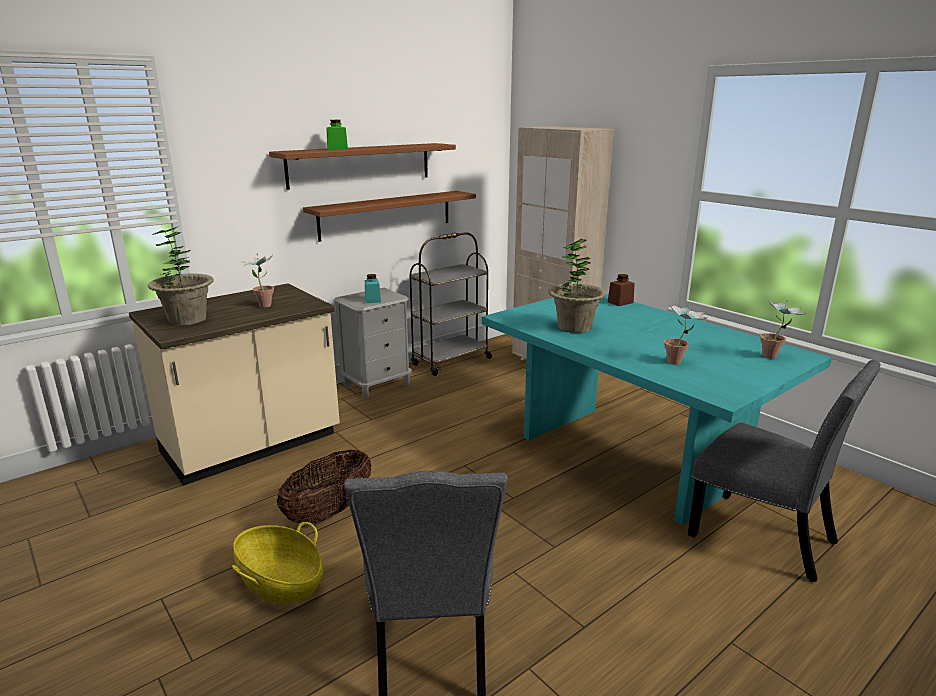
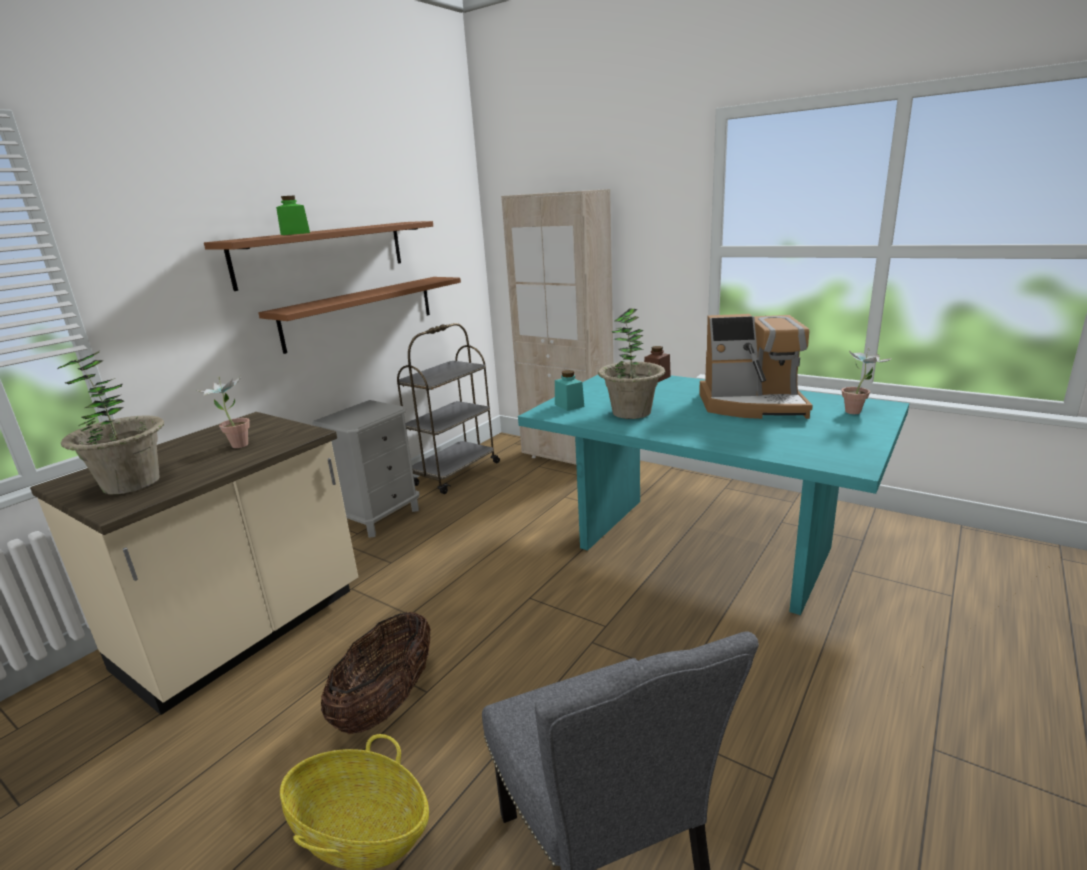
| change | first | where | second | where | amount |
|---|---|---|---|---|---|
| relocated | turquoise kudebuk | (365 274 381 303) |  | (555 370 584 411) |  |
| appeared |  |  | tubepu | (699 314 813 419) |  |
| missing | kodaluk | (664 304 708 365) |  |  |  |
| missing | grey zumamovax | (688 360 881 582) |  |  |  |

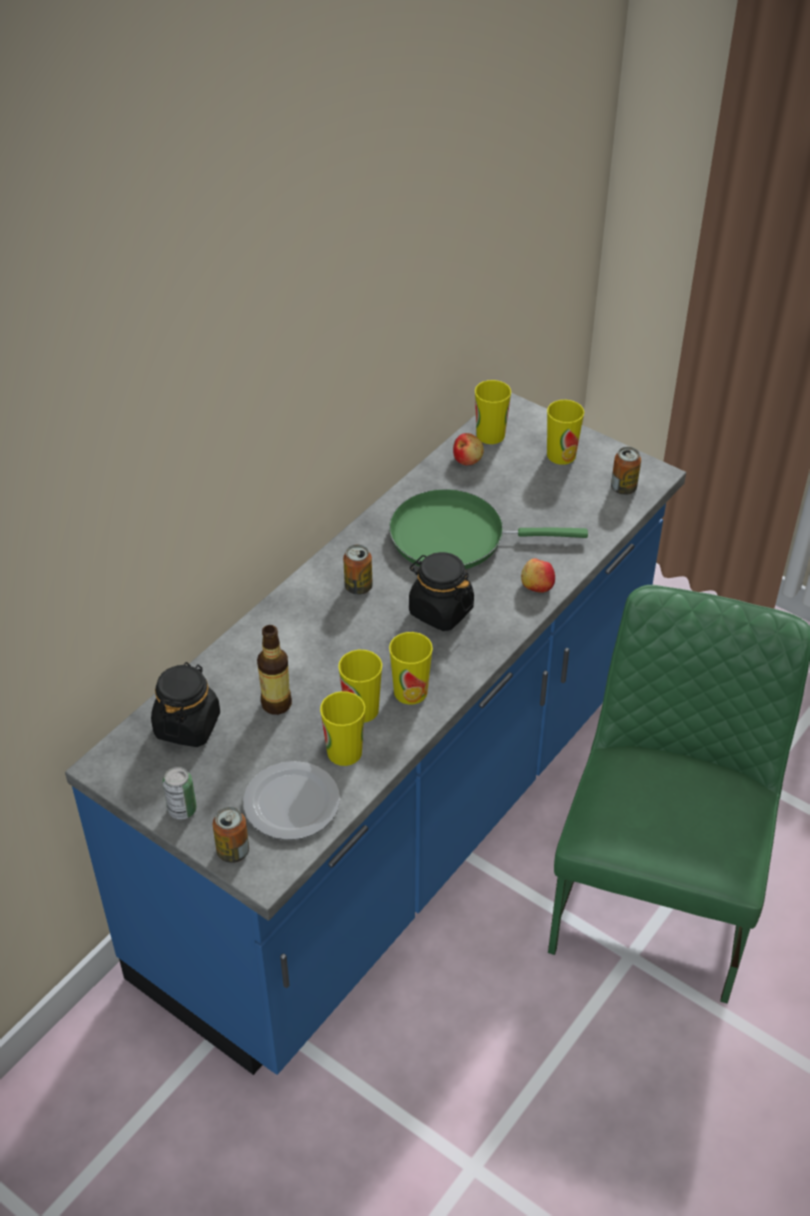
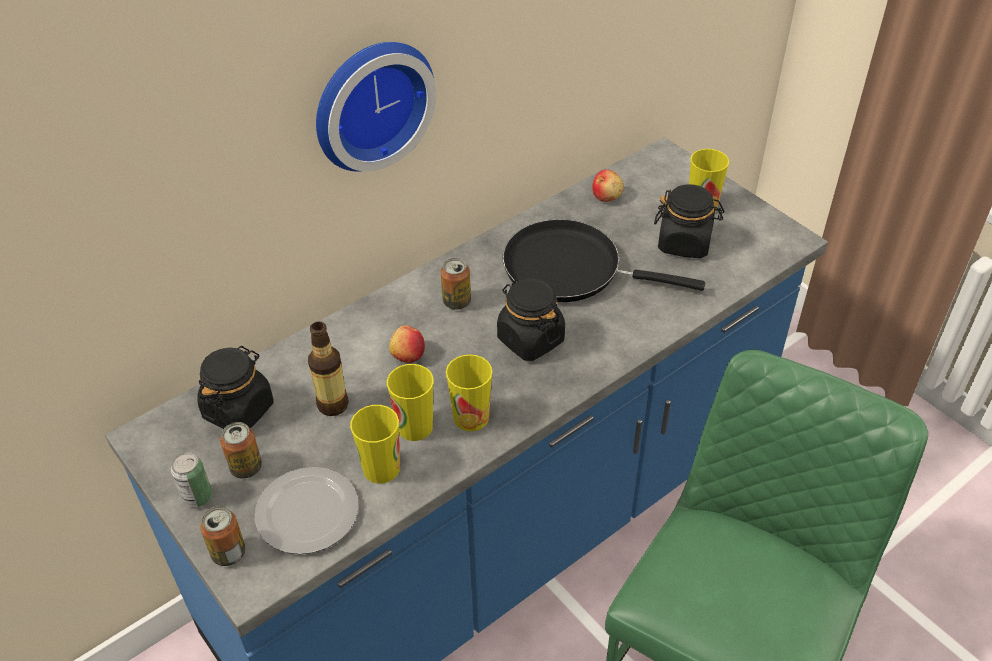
| change | first | where | second | where | amount |
|---|---|---|---|---|---|
| relocated | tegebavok | (611 447 641 495) |  | (220 422 262 479) |  |
| appeared |  |  | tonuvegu | (316 42 436 172) |  |
| relocated | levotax | (521 558 555 593) |  | (389 325 425 363) |  |
| colour | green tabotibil | (389 489 588 569) | black tabotibil | (503 219 705 302) |  |
| appeared |  |  | black kudebuk | (654 184 724 258) |  |
| missing | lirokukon | (475 380 511 444) |  |  |  |

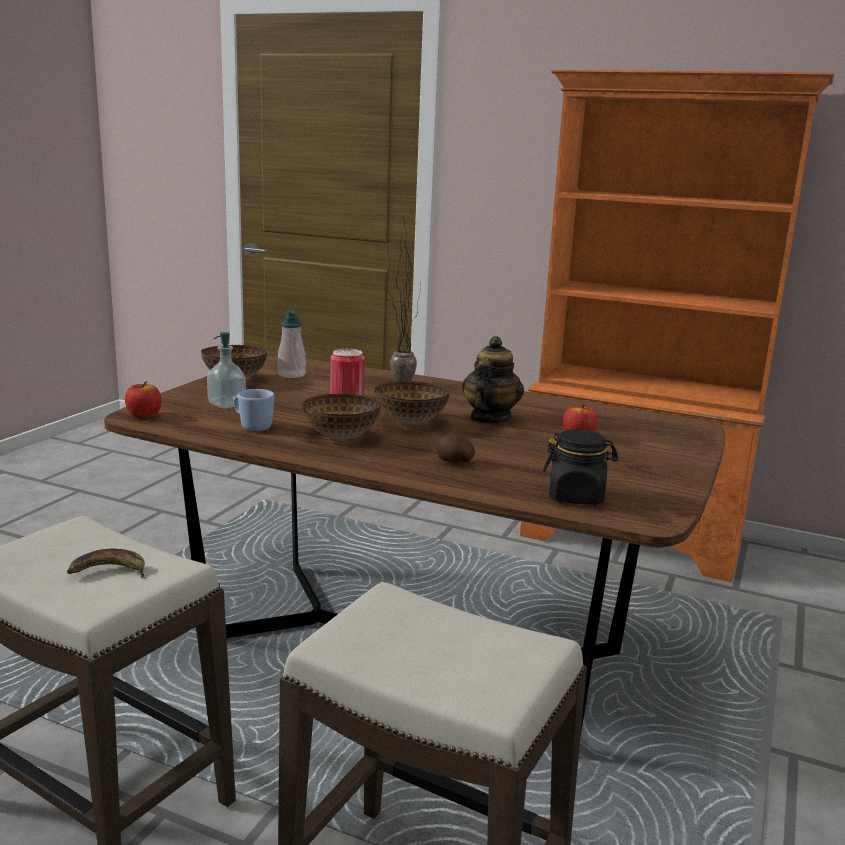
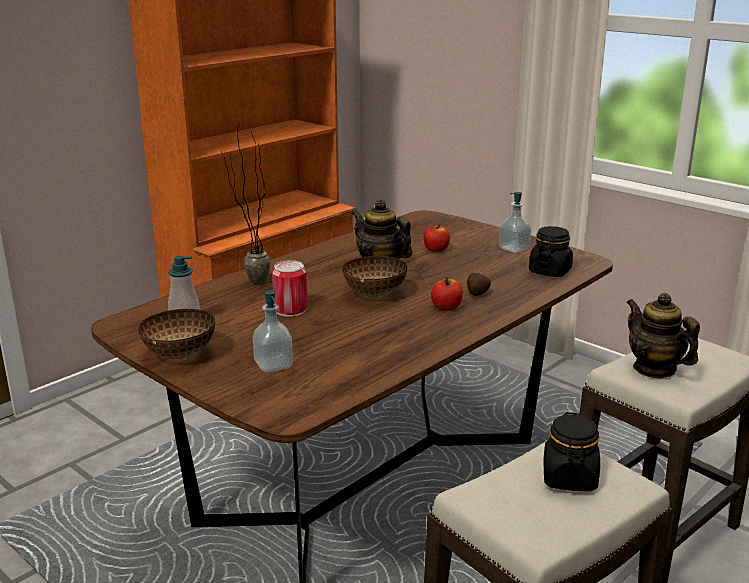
| change | first | where | second | where | amount |
|---|---|---|---|---|---|
| relocated | levotax | (125 381 161 418) |  | (431 277 463 311) |  |
| appeared |  |  | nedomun | (499 192 531 253) |  |
| exchanged | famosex | (67 549 145 579) | black kudebuk | (543 412 600 491) |  |
| appeared |  |  | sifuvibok | (626 293 700 378) |  |
| missing | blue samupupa | (234 389 274 431) |  |  |  |
| missing | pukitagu | (302 393 381 440) |  |  |  |

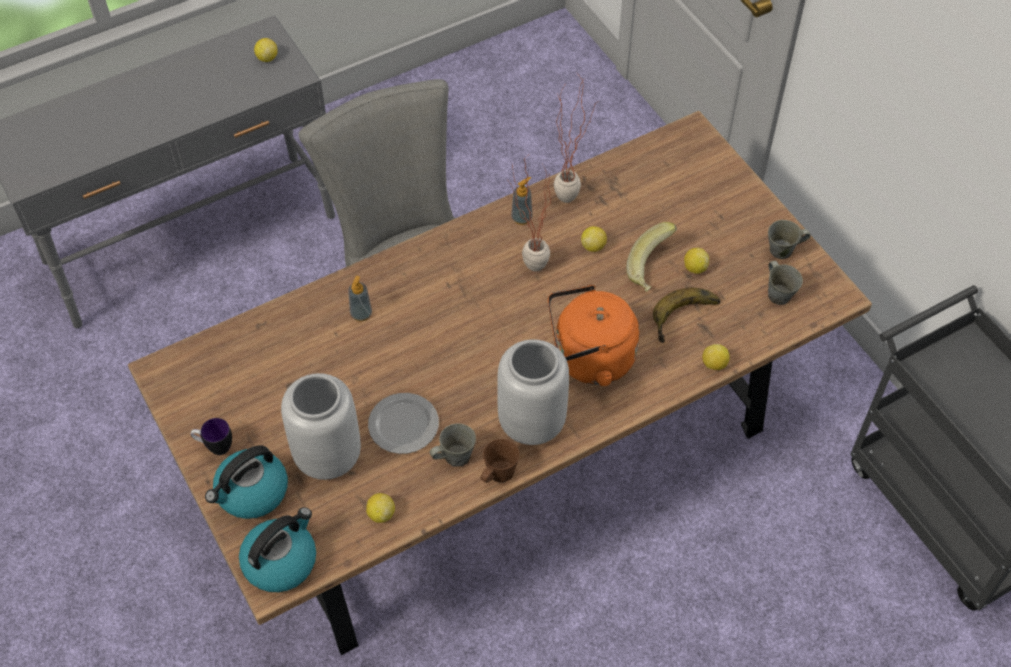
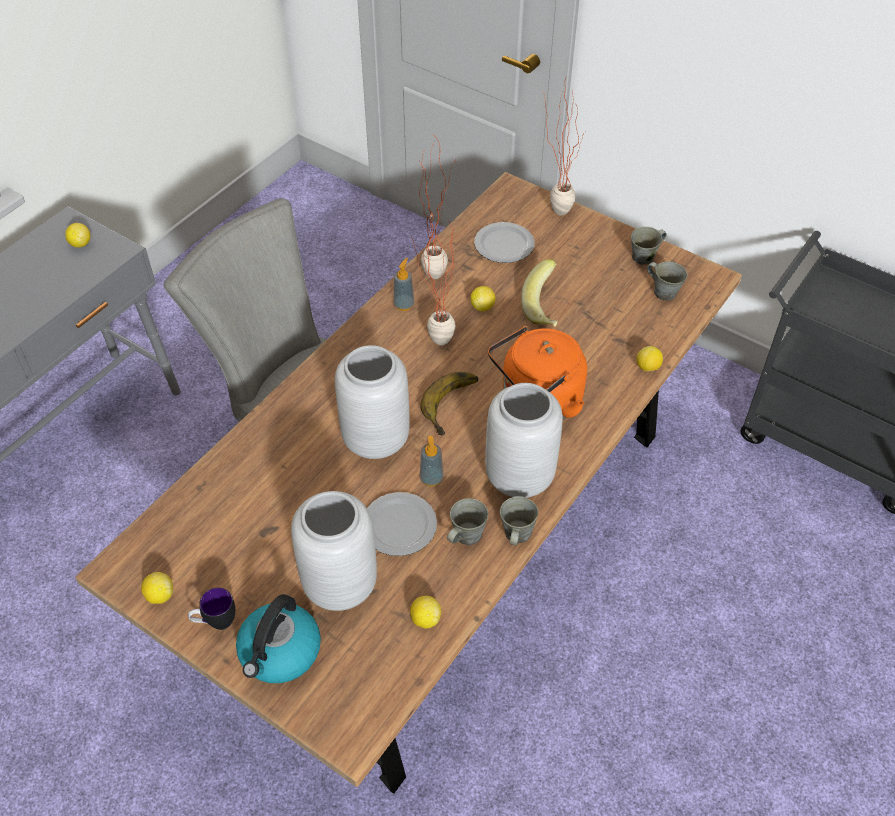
| change | first | where | second | where | amount |
|---|---|---|---|---|---|
| relocated | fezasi | (684 248 709 274) |  | (141 572 173 604) |  |
| appeared |  |  | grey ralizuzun | (335 345 410 459) |  |
| relocated | nedomun | (348 276 372 322) |  | (420 436 444 487) |  |
| relocated | famosex | (653 288 720 343) |  | (421 372 478 436) |  |
| appeared |  |  | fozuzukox | (474 222 535 263) |  |
| colour | brown samupupa | (480 439 520 483) | grey samupupa | (500 496 538 545) |  |
| appeared |  |  | kodaluk | (544 78 585 216) |  |
| missing | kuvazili | (239 507 316 592) |  |  |  |

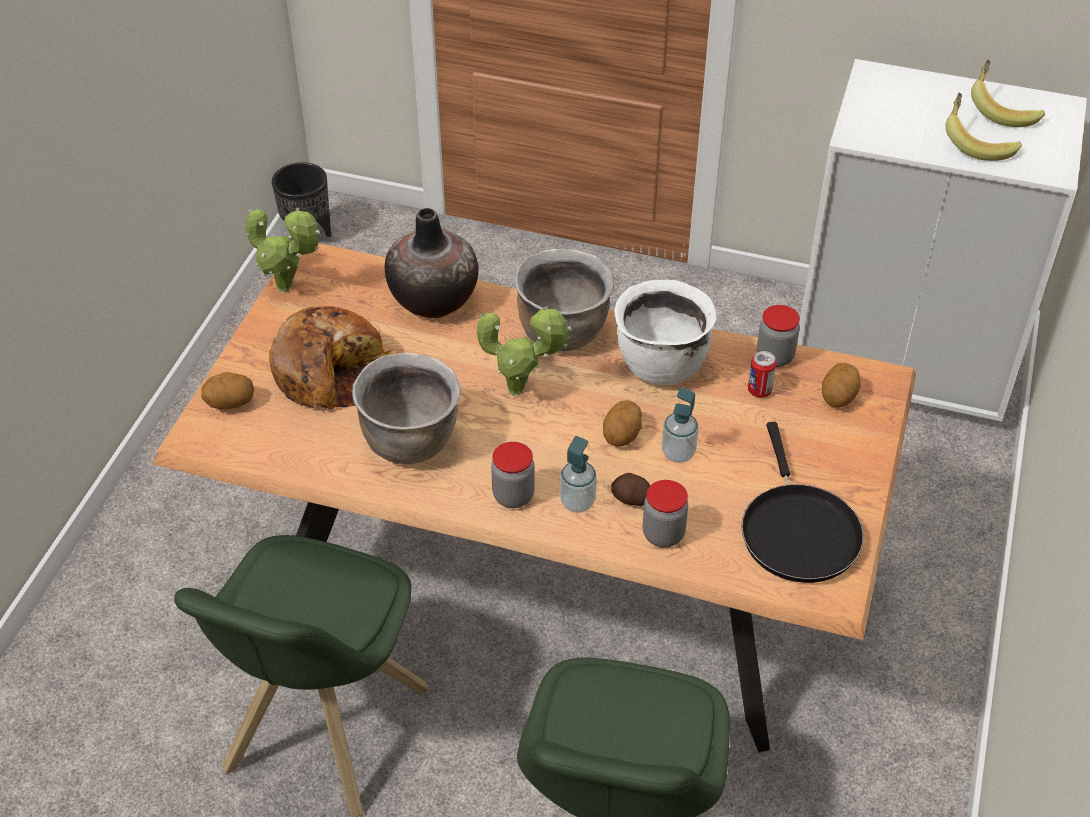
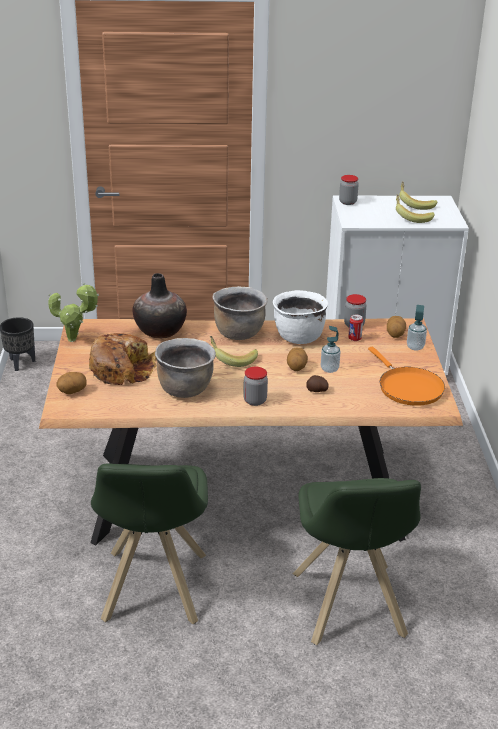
| change | first | where | second | where | amount |
|---|---|---|---|---|---|
| exchanged | kodaluk | (477 306 571 397) | famosex | (210 336 258 367) |  |
| relocated | kudebuk | (643 480 688 547) |  | (339 175 359 205) |  |
| colour | black tabotibil | (741 422 864 583) | orange tabotibil | (368 347 445 406) |  |
| relocated | nedomun | (560 436 597 513) |  | (407 305 427 351) |  |

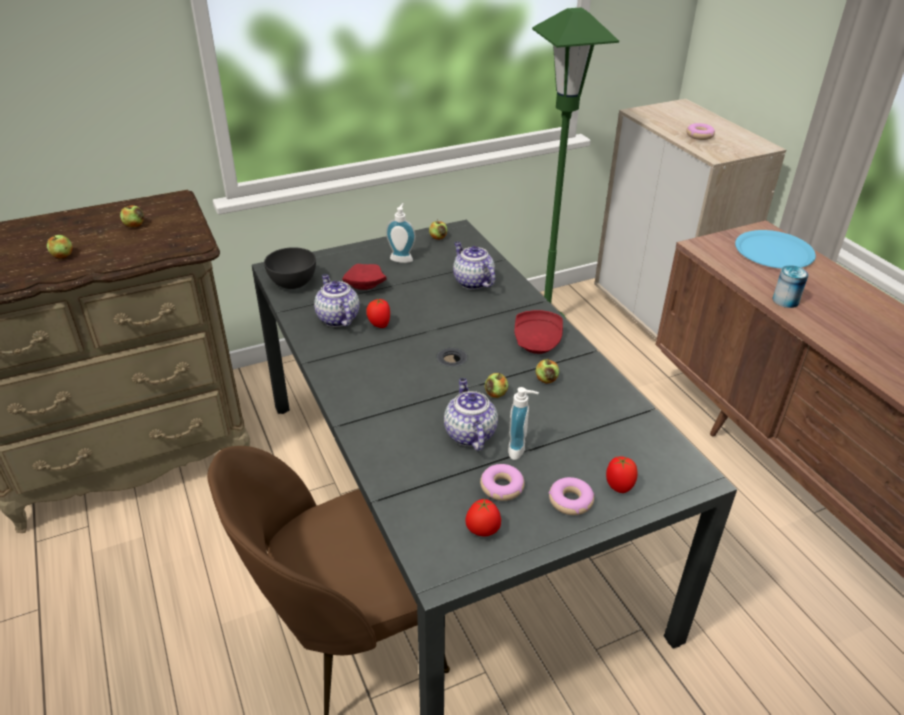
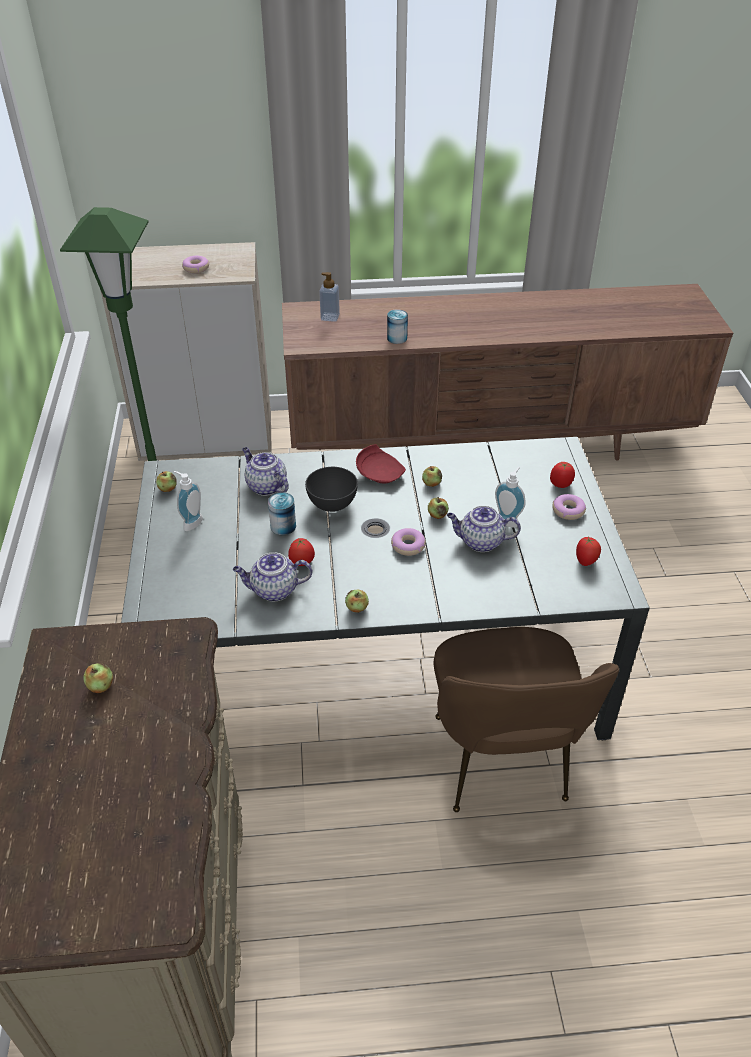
| change | first | where | second | where | amount |
|---|---|---|---|---|---|
| spun | sifuvibok | (453 242 495 289) |  | (242 447 289 496) | 60 degrees clockwise |
| appeared |  |  | tegebavok | (268 492 296 535) |  |
| relocated | grey pukitagu | (264 247 316 289) |  | (305 467 358 512) |  |
| exchanged | blue fozuzukox | (735 230 816 269) | nedomun | (319 272 340 322) |  |
| relocated | levotax | (47 235 73 259) |  | (345 589 369 613) |  |
| relocated | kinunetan | (480 464 525 501) |  | (391 528 426 556) |  |
| missing | red fozuzukox | (342 264 387 290) |  |  |  |

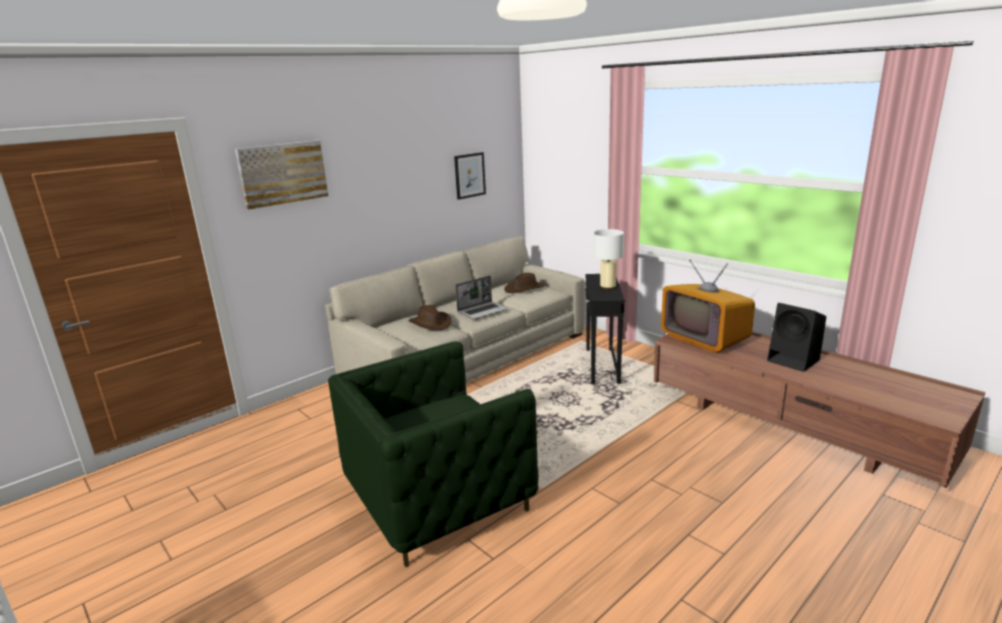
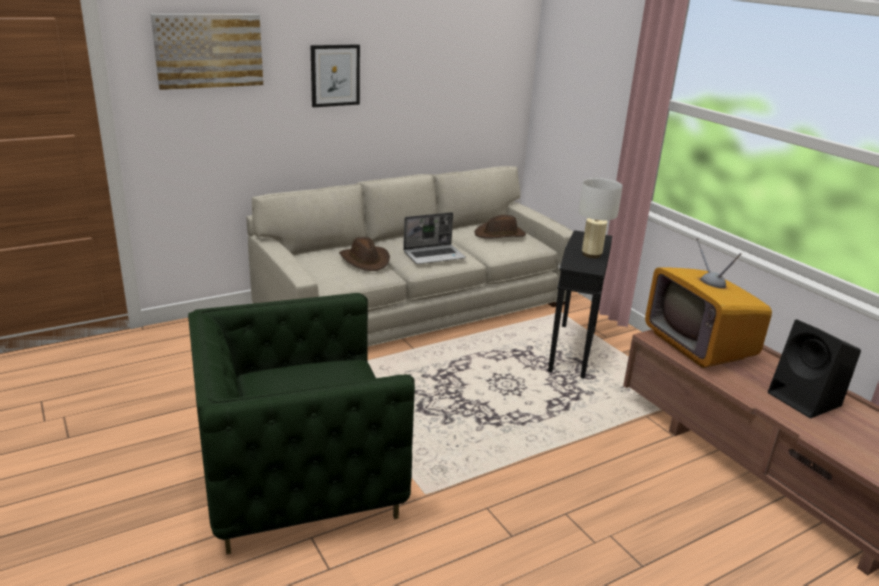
| change | first | where | second | where | amount |
|---|---|---|---|---|---|
| relocated | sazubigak | (454 152 486 200) |  | (311 44 360 107) |  |

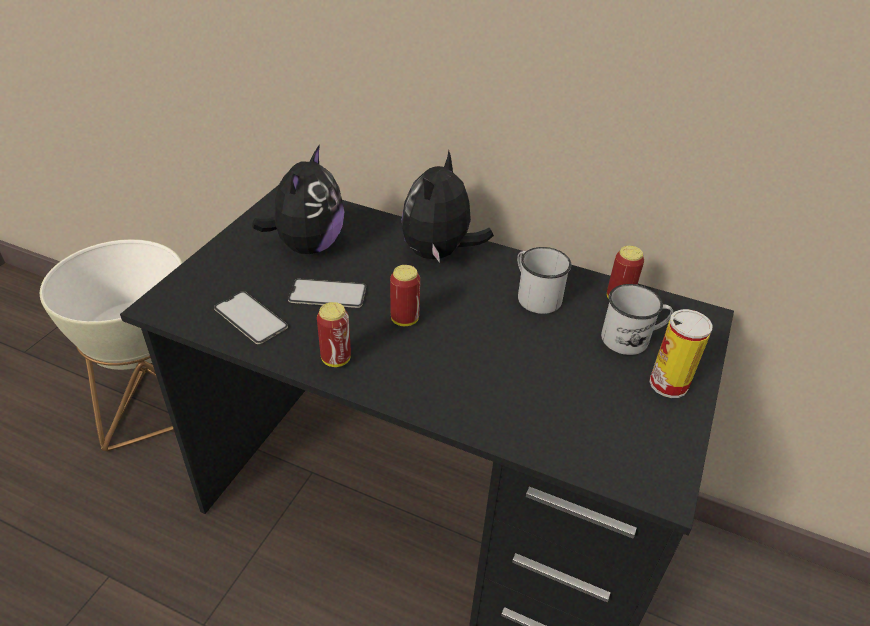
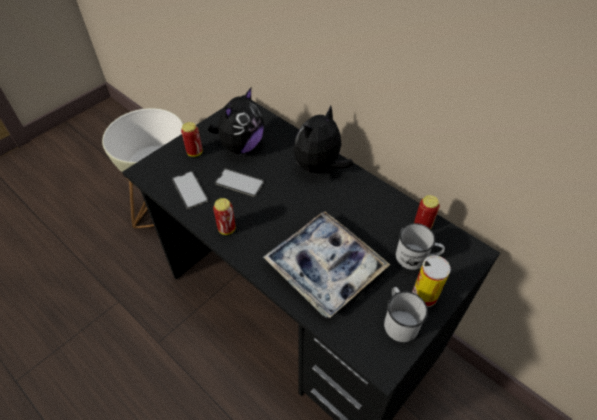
| change | first | where | second | where | amount |
|---|---|---|---|---|---|
| relocated | tegebavok | (390 265 420 326) |  | (181 122 202 157) |  |
| appeared |  |  | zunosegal | (263 211 390 318) |  |
| relocated | white samupupa | (517 247 572 314) |  | (384 287 428 342) |  |

